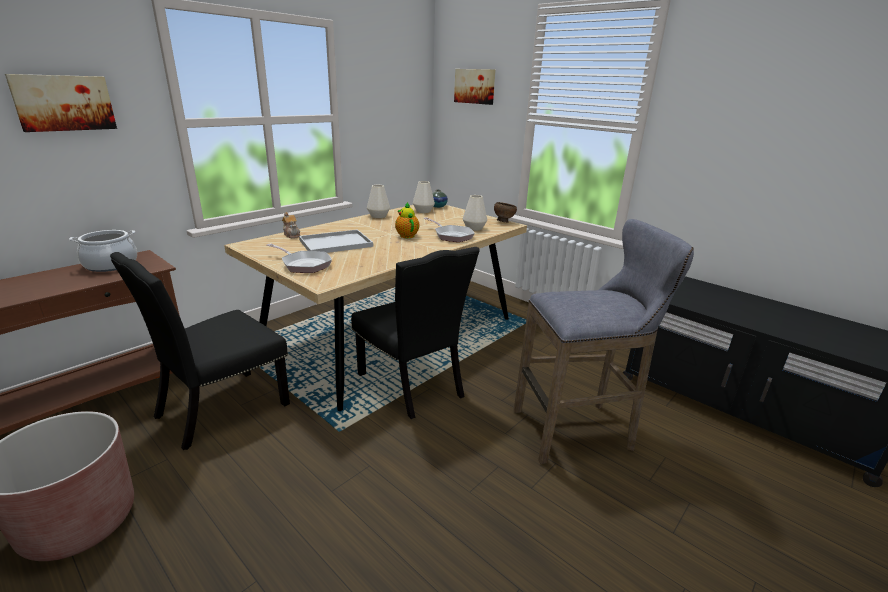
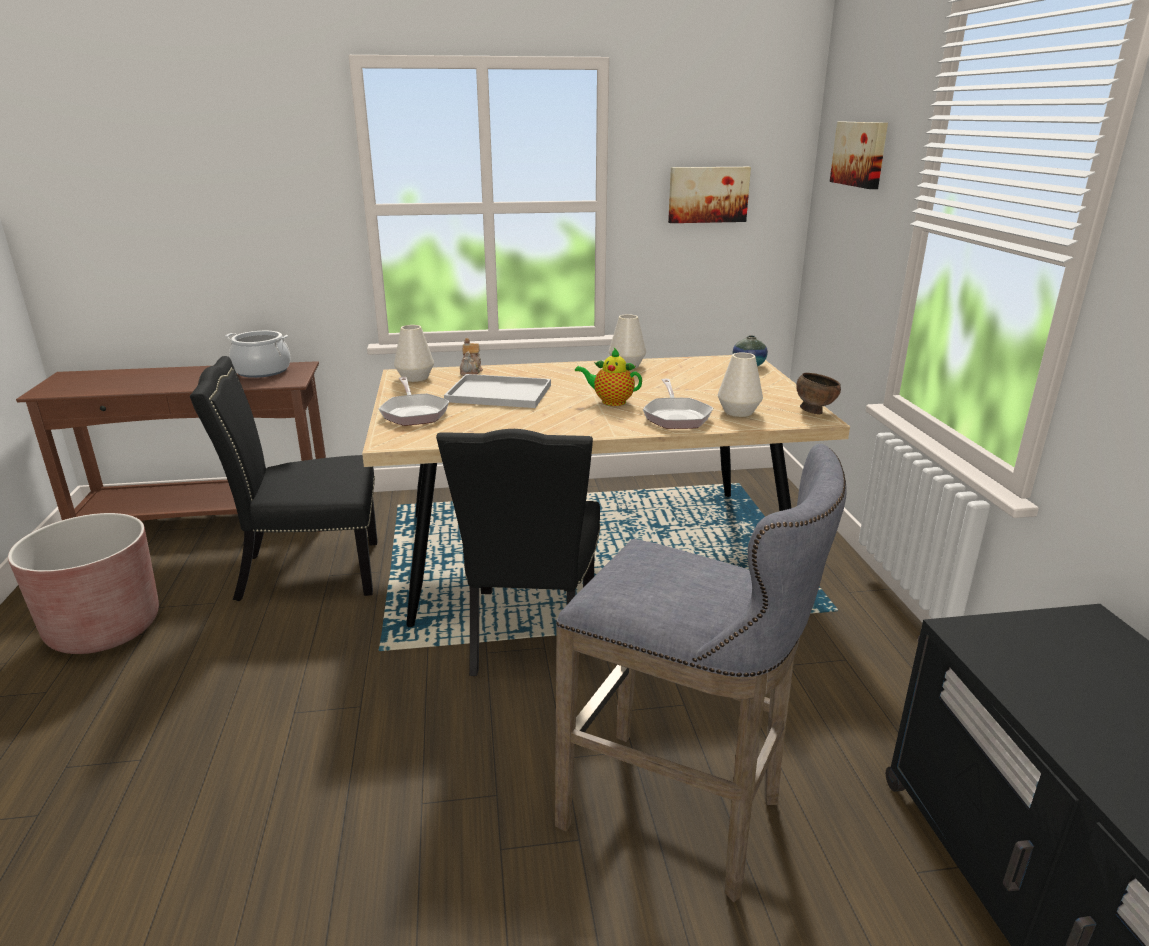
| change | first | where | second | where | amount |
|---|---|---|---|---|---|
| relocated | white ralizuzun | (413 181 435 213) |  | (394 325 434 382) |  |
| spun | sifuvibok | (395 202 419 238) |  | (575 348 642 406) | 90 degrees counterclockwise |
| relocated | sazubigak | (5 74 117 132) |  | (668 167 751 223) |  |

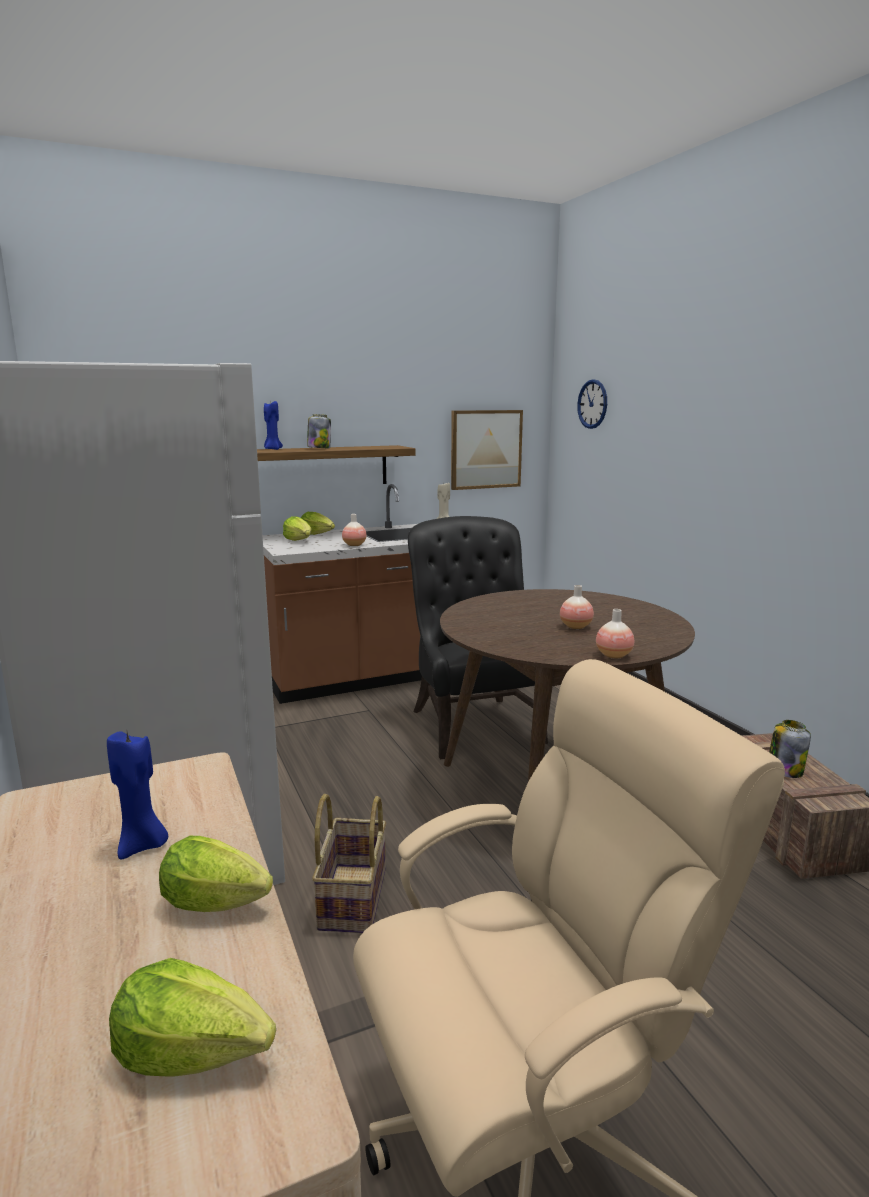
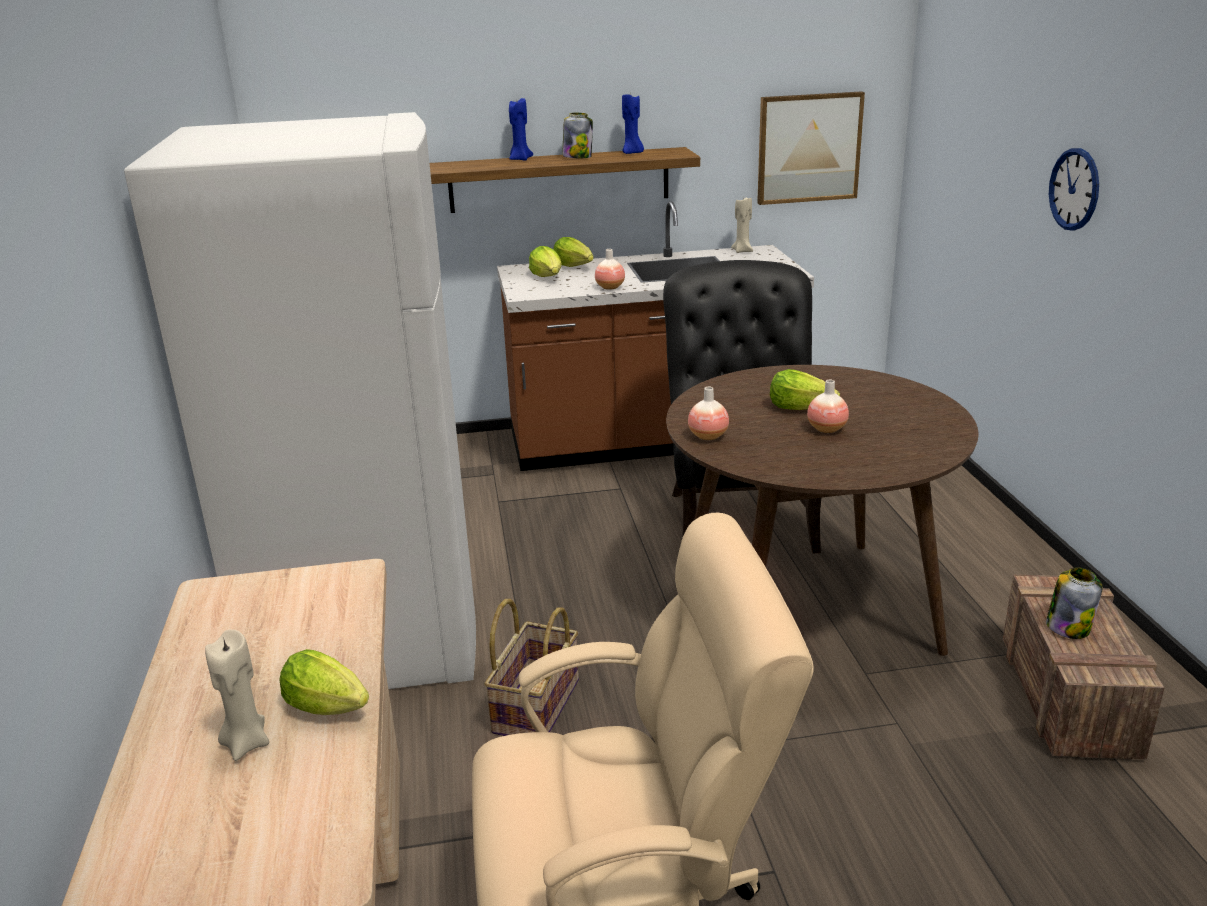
| change | first | where | second | where | amount |
|---|---|---|---|---|---|
| appeared |  |  | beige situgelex | (205 629 269 761) |  |
| relocated | blue situgelex | (107 731 168 860) |  | (622 94 644 154) |  |
| relocated | ralizuzun | (596 609 634 659) |  | (688 387 729 440) |  |
| relocated | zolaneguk | (109 958 276 1077) |  | (770 369 840 410) |  |
| relocated | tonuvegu | (577 379 607 429) |  | (1049 148 1099 231) |  |

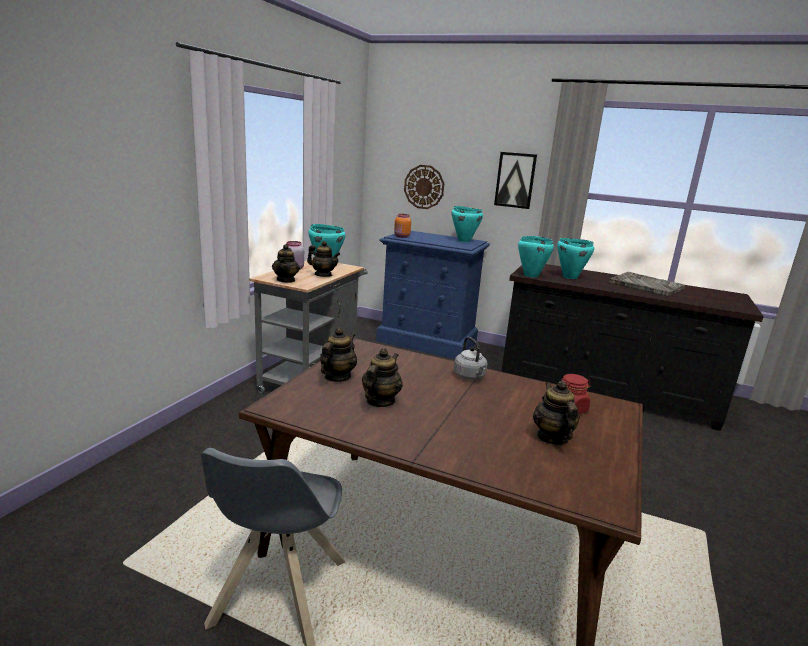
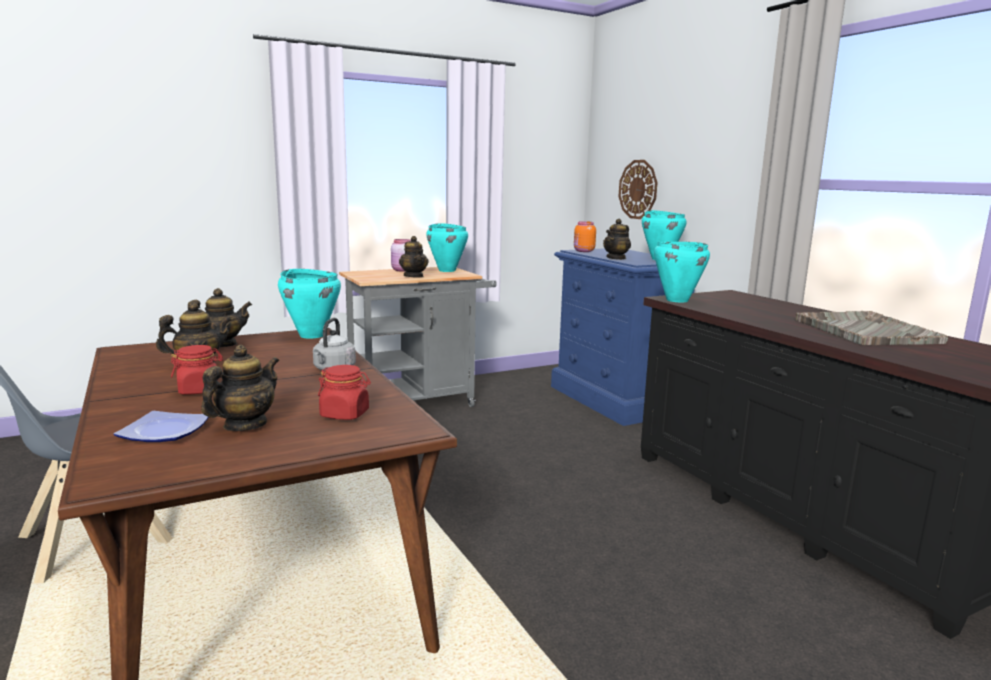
| change | first | where | second | where | amount |
|---|---|---|---|---|---|
| appeared |  |  | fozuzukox | (113 411 209 442) |  |
| appeared |  |  | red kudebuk | (171 345 223 394) |  |
| relocated | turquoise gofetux | (557 238 594 279) |  | (278 269 341 339) |  |
| relocated | sifuvibok | (272 244 300 283) |  | (603 219 631 260) |  |
| missing | sazubigak | (494 152 537 209) |  |  |  |

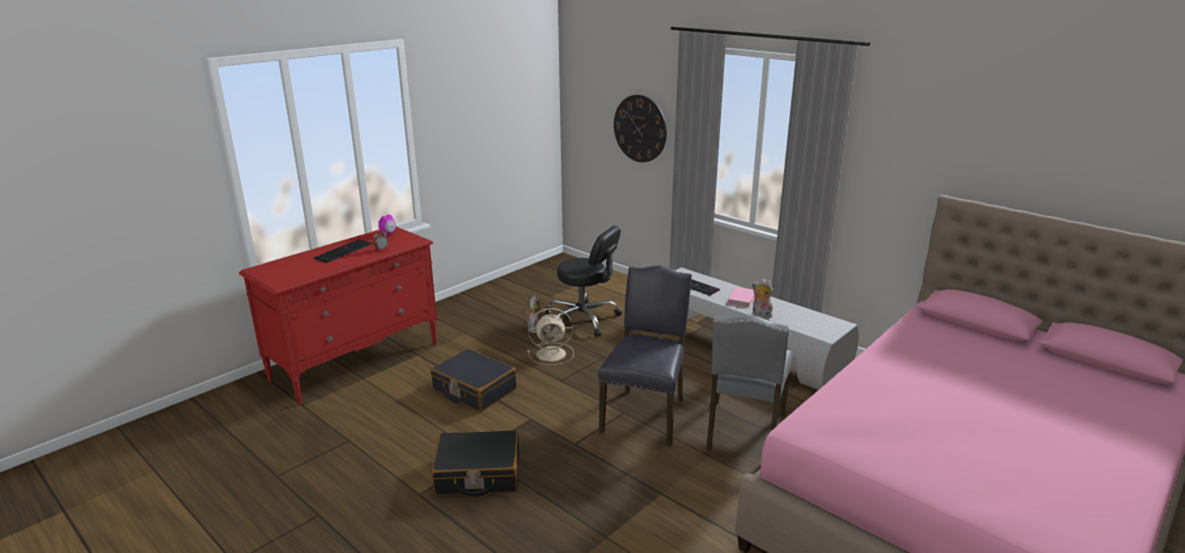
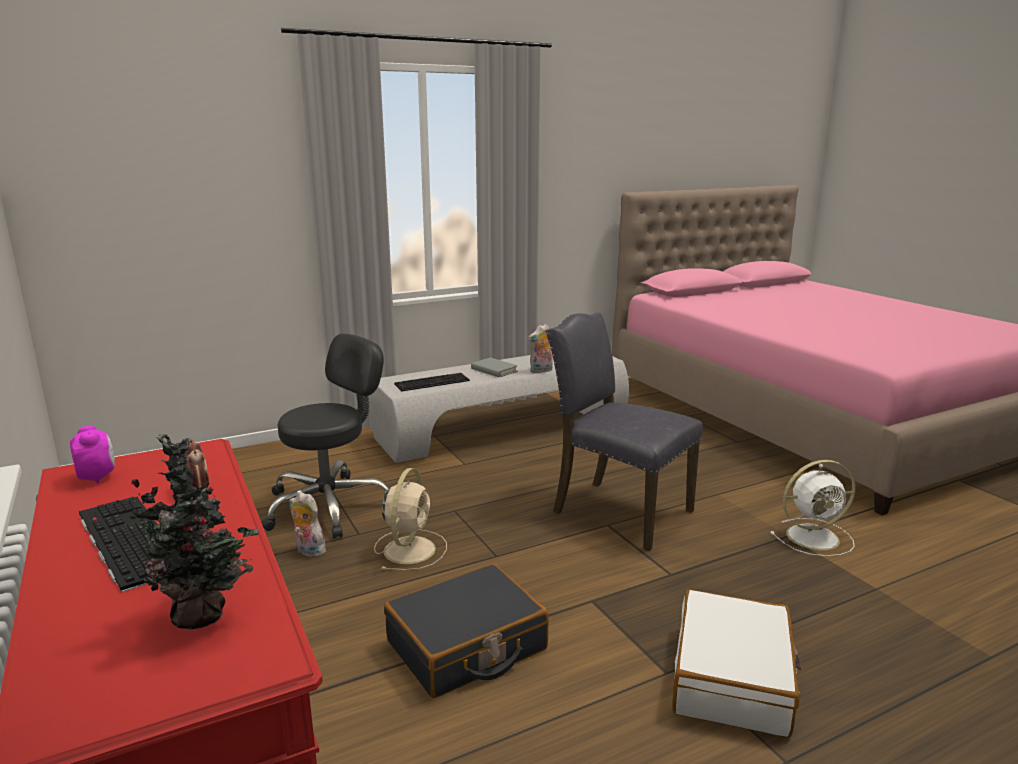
| change | first | where | second | where | amount |
|---|---|---|---|---|---|
| appeared |  |  | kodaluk | (117 434 259 629) |  |
| colour | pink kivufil | (727 287 755 307) | grey kivufil | (471 358 518 377) |  |
| colour | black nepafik | (431 430 519 497) | white nepafik | (672 590 801 738) |  |
| appeared |  |  | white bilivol | (770 460 855 556) |  |
| missing | tonuvegu | (614 95 667 162) |  |  |  |
| missing | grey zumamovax | (706 315 793 450) |  |  |  |

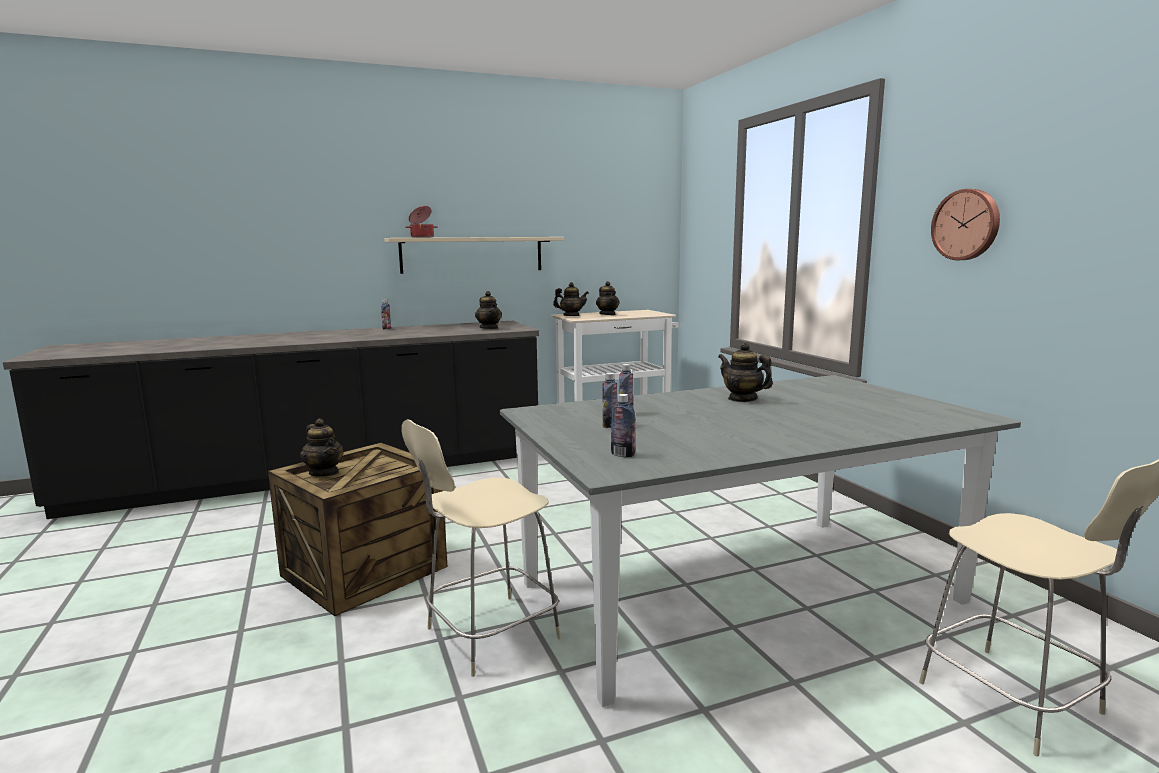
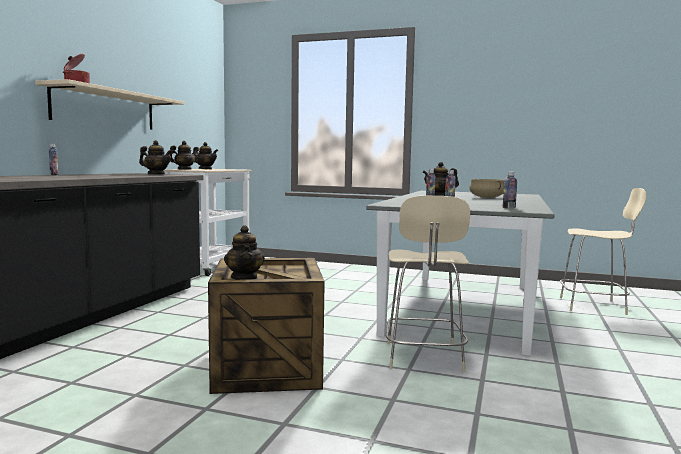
| change | first | where | second | where | amount |
|---|---|---|---|---|---|
| spun | sifuvibok | (300 418 344 477) |  | (224 225 265 279) | 75 degrees clockwise |
| appeared |  |  | beige gofetux | (469 179 504 198) |  |
| missing | tonuvegu | (931 189 1000 260) |  |  |  |

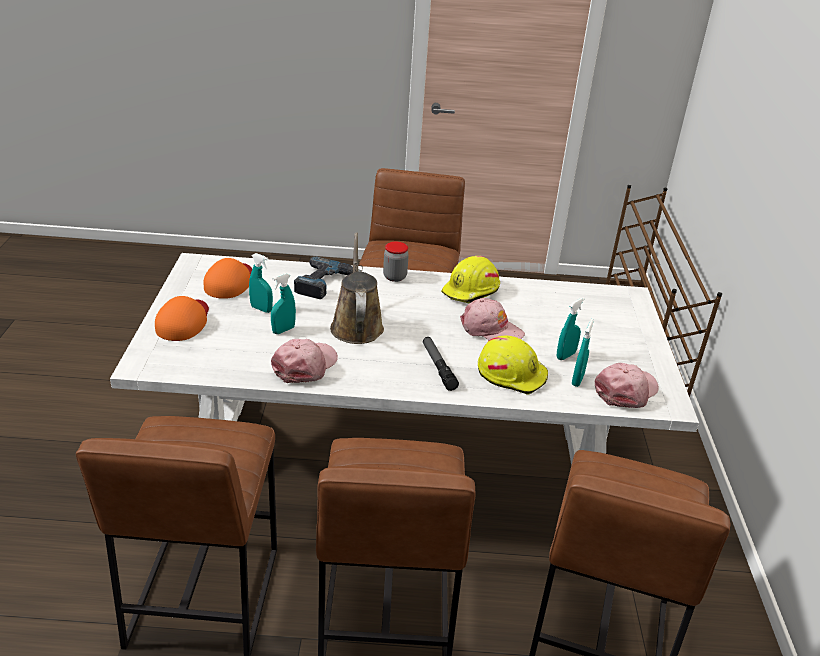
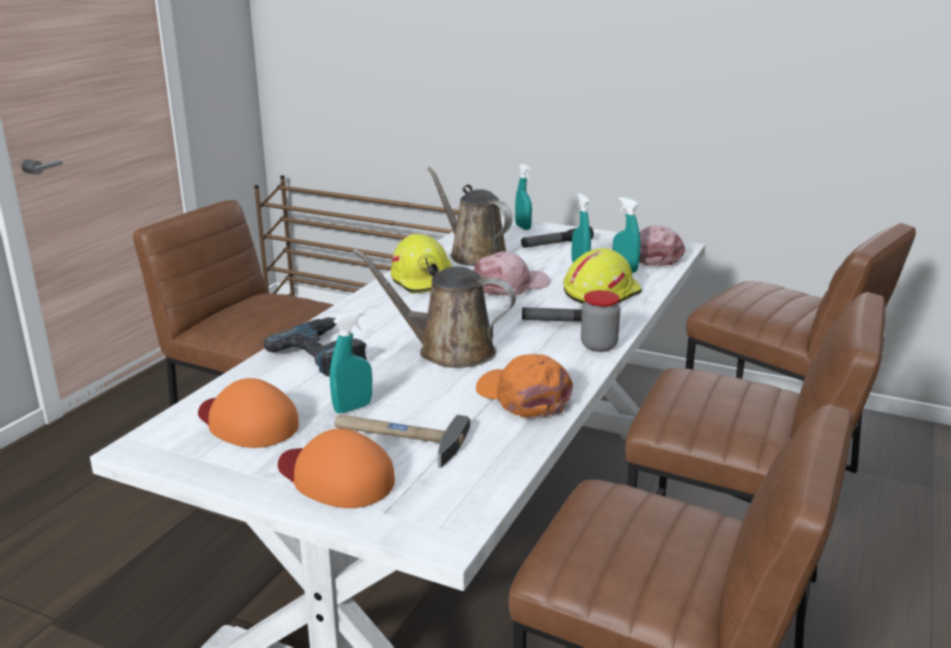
| change | first | where | second | where | amount |
|---|---|---|---|---|---|
| appeared |  |  | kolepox | (335 414 470 468) |  |
| appeared |  |  | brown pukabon | (427 167 513 266) |  |
| colour | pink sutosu | (271 339 338 383) | orange sutosu | (476 354 573 418) |  |
| relocated | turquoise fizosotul | (271 273 296 334) |  | (515 164 532 230) |  |
| appeared |  |  | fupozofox | (521 226 594 248) |  |
| relocated | kudebuk | (383 242 409 282) |  | (581 290 620 352) |  |

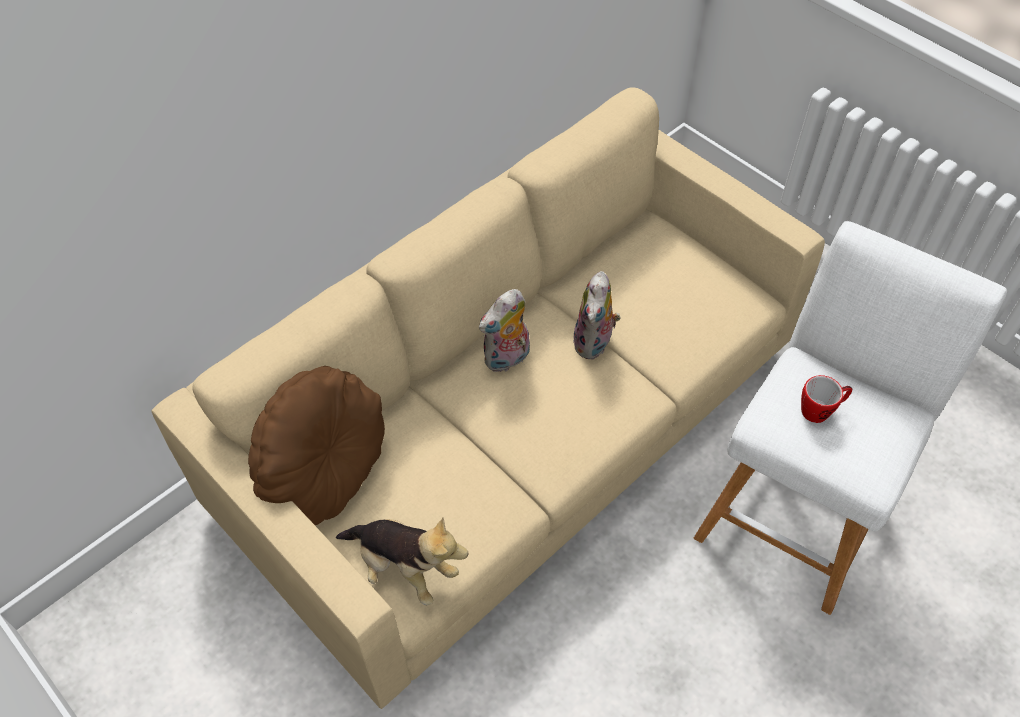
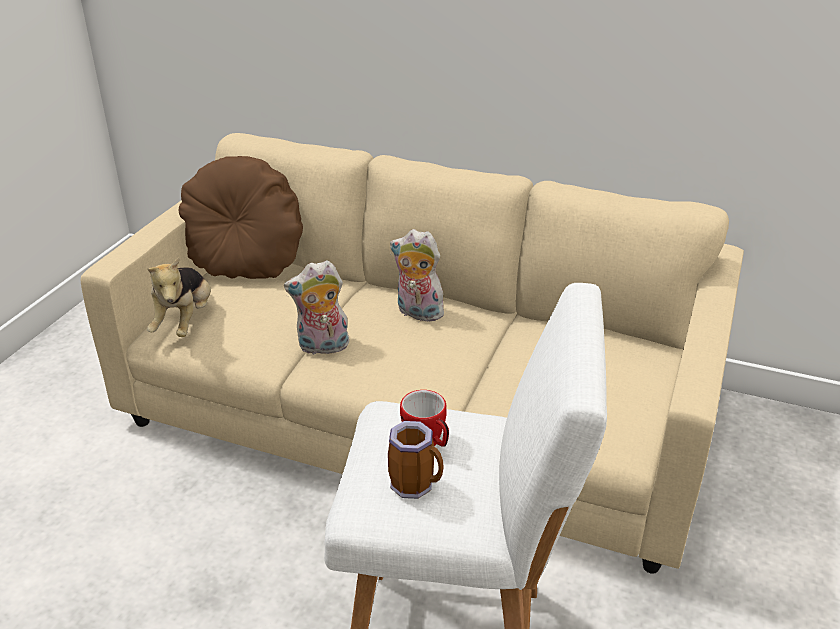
| change | first | where | second | where | amount |
|---|---|---|---|---|---|
| relocated | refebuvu | (573 271 621 360) |  | (284 260 350 355) |  |
| appeared |  |  | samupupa | (388 421 443 499) |  |

